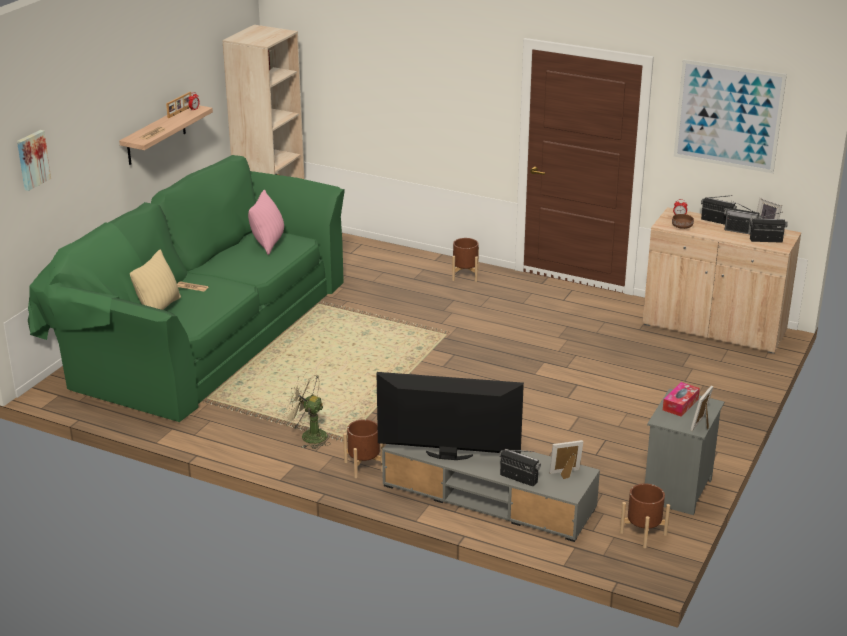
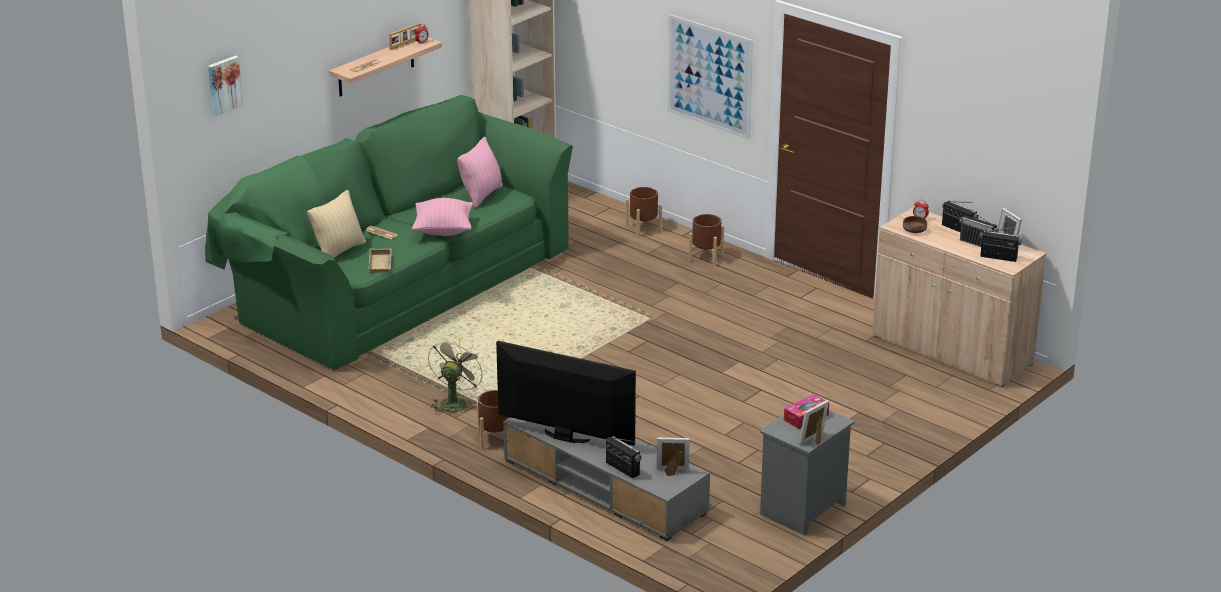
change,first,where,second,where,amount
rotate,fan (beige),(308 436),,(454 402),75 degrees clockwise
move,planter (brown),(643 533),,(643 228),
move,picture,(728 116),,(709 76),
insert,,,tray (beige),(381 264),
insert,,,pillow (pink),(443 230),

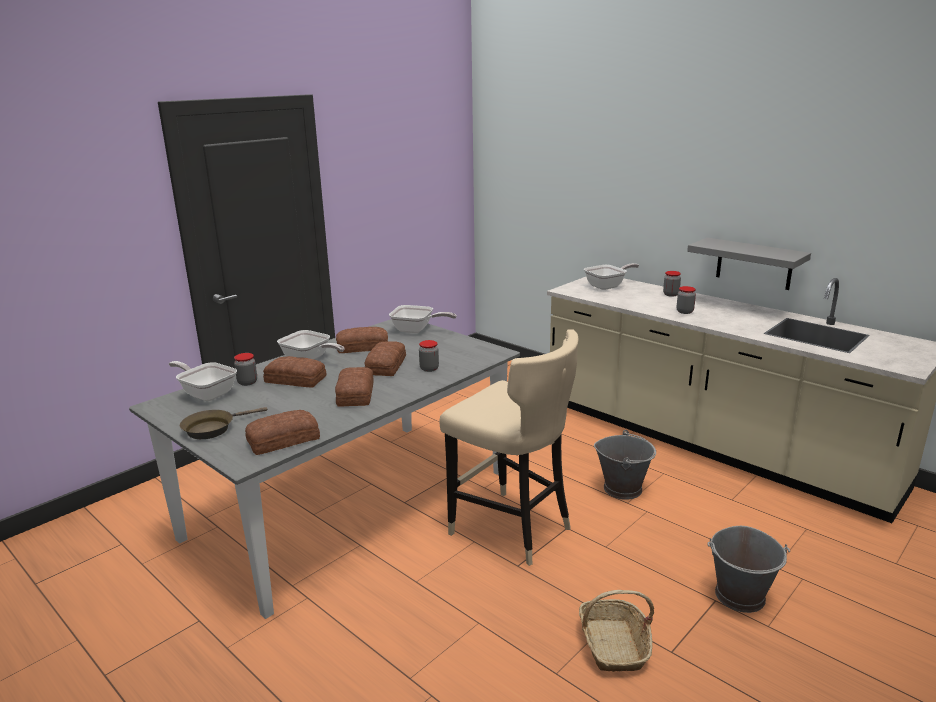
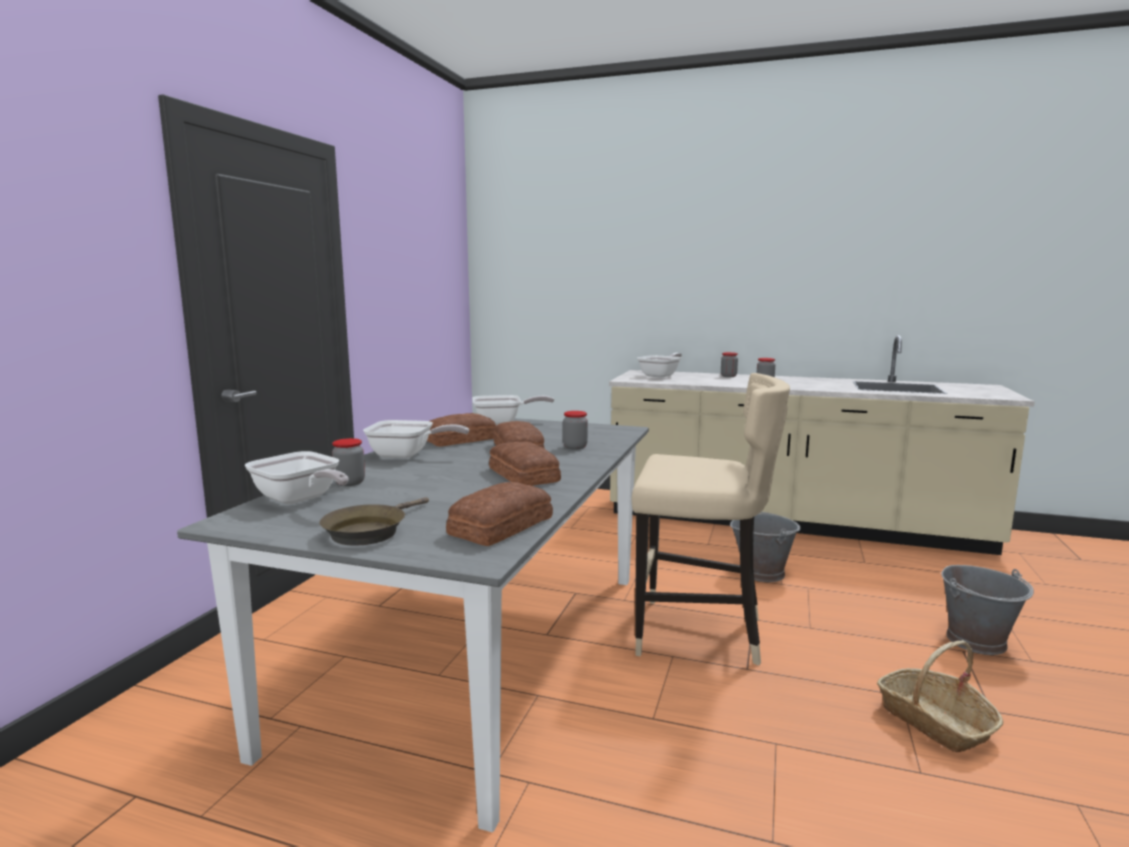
change,first,where,second,where,amount
rotate,frying pan,(206 393),,(300 500),150 degrees counterclockwise
delete,bread,(295 380),,,
delete,shelf (grey),(754 264),,,

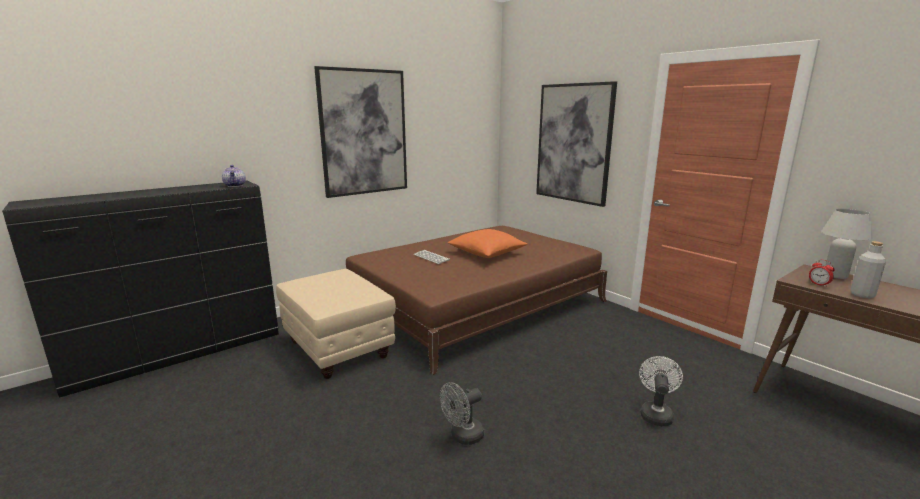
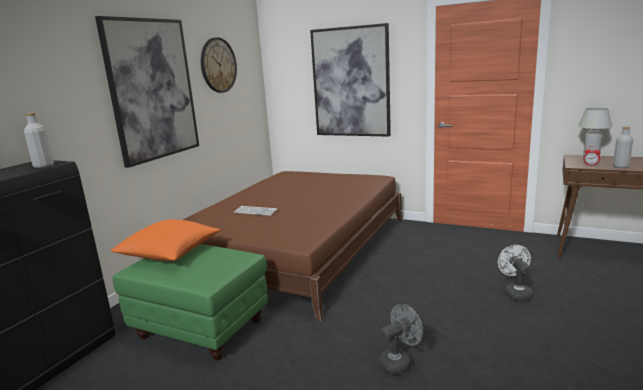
change,first,where,second,where,amount
replace,teapot,(235 186),bottle (grey),(43 166),
recolor,ottoman (beige),(339 348),ottoman (green),(201 328),
rotate,fan (grey),(462 436),,(399 362),150 degrees counterclockwise
move,pillow (orange),(487 253),,(169 253),
insert,,,wall clock,(218 65),

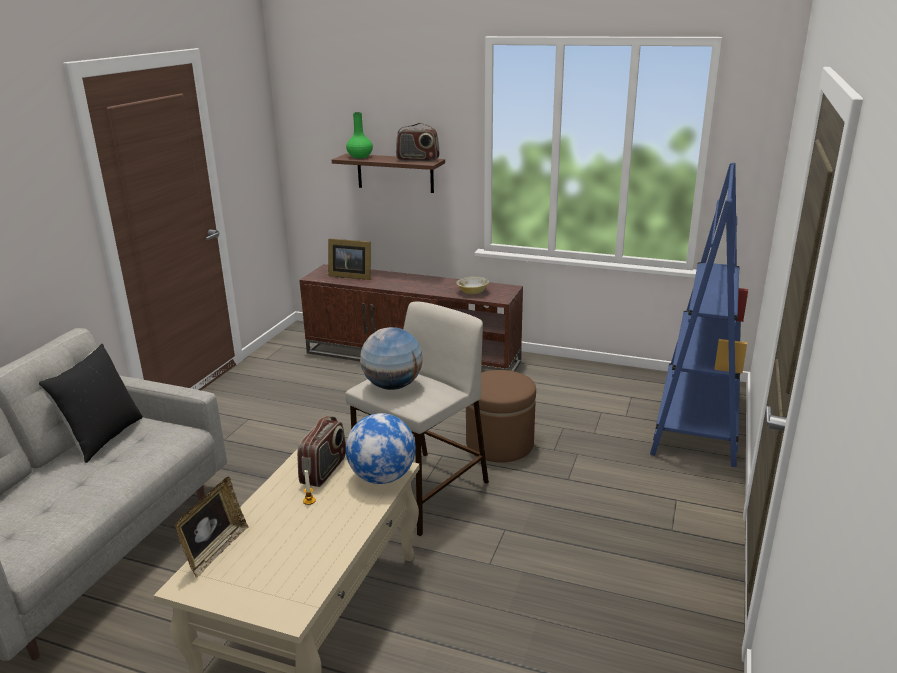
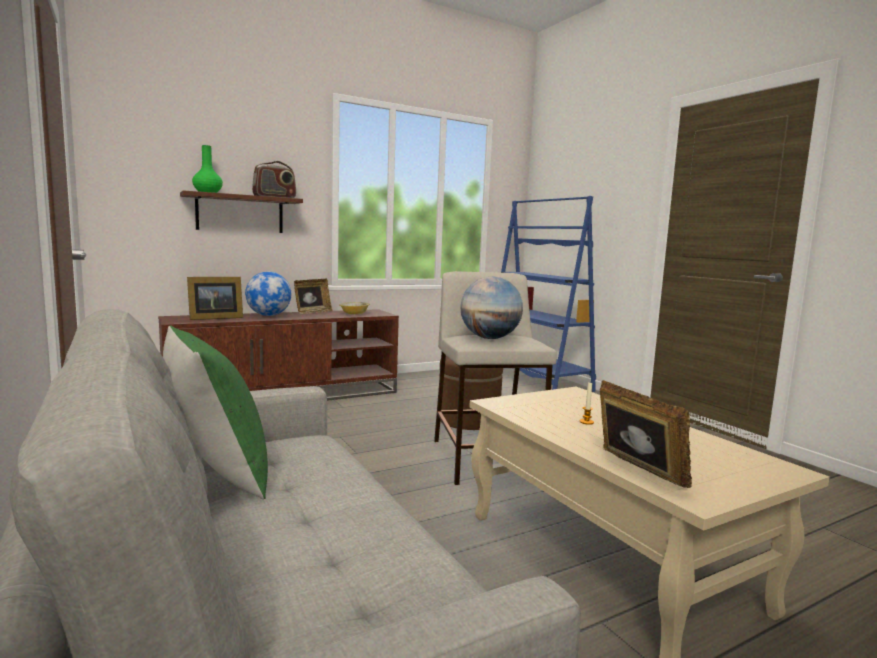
change,first,where,second,where,amount
recolor,pillow (black),(103 437),pillow (green),(216 475),
delete,radio,(324 470),,,
move,globe,(382 477),,(268 315),
insert,,,picture frame,(312 312),

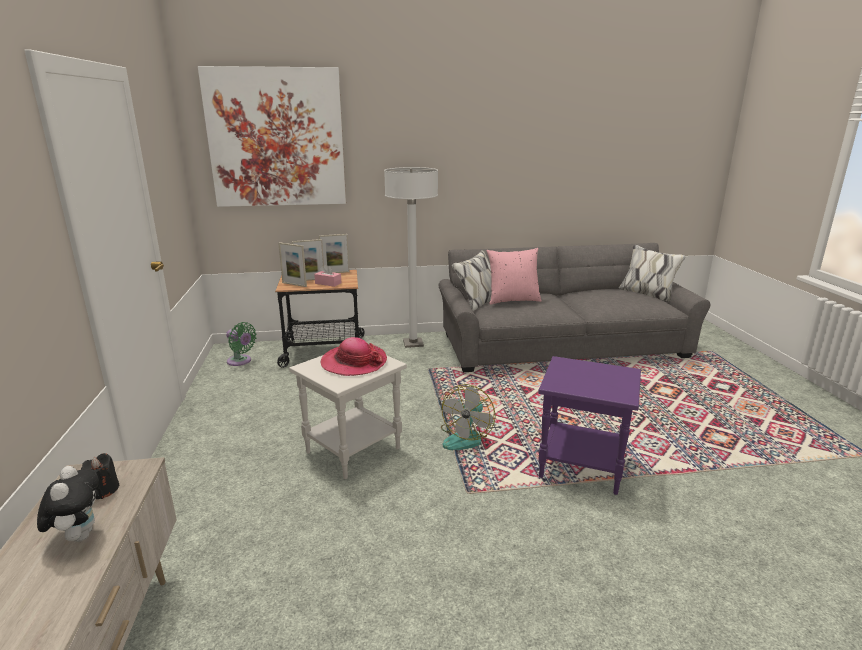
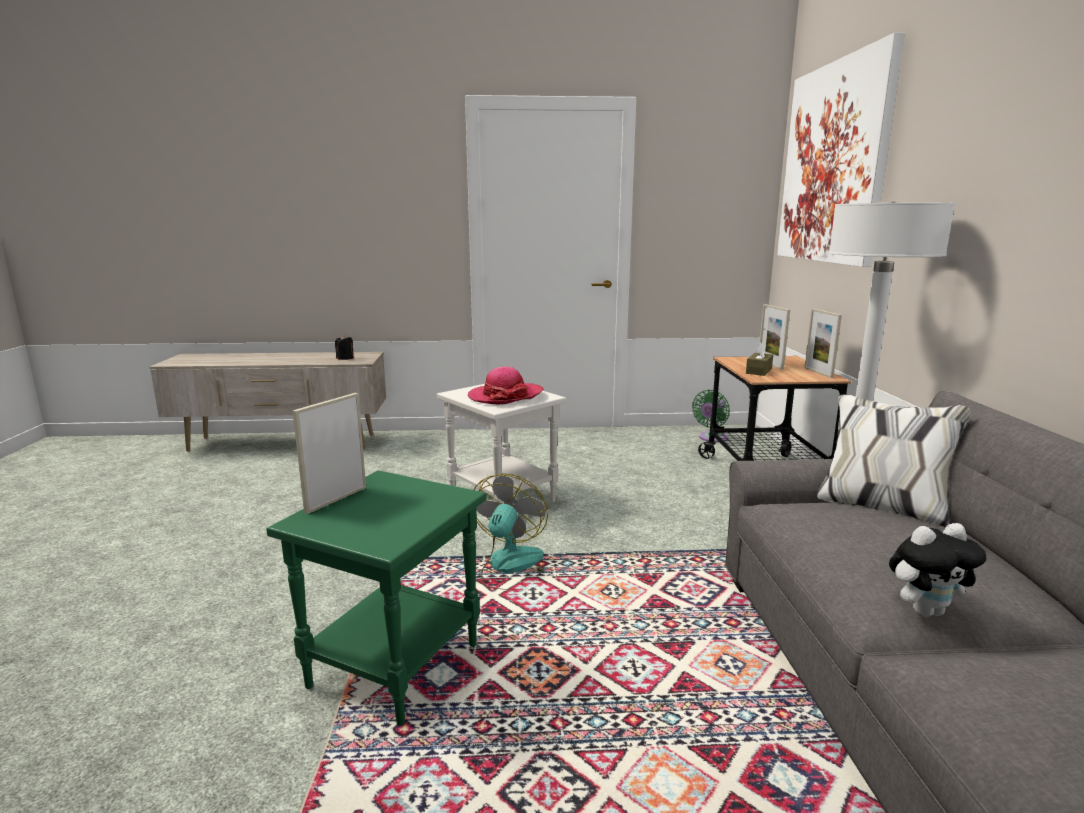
change,first,where,second,where,amount
move,plush toy,(79 535),,(925 610),
move,picture frame,(294 284),,(336 499),
recolor,tissue box (pink),(328 283),tissue box (brown),(758 371),
rotate,fan,(466 437),,(512 568),75 degrees clockwise
delete,pillow (pink),(512 300),,,
recolor,side table (purple),(582 466),side table (green),(395 667),

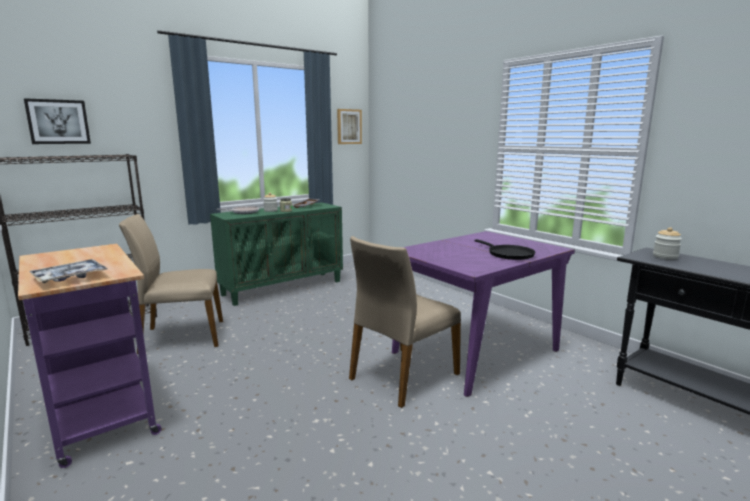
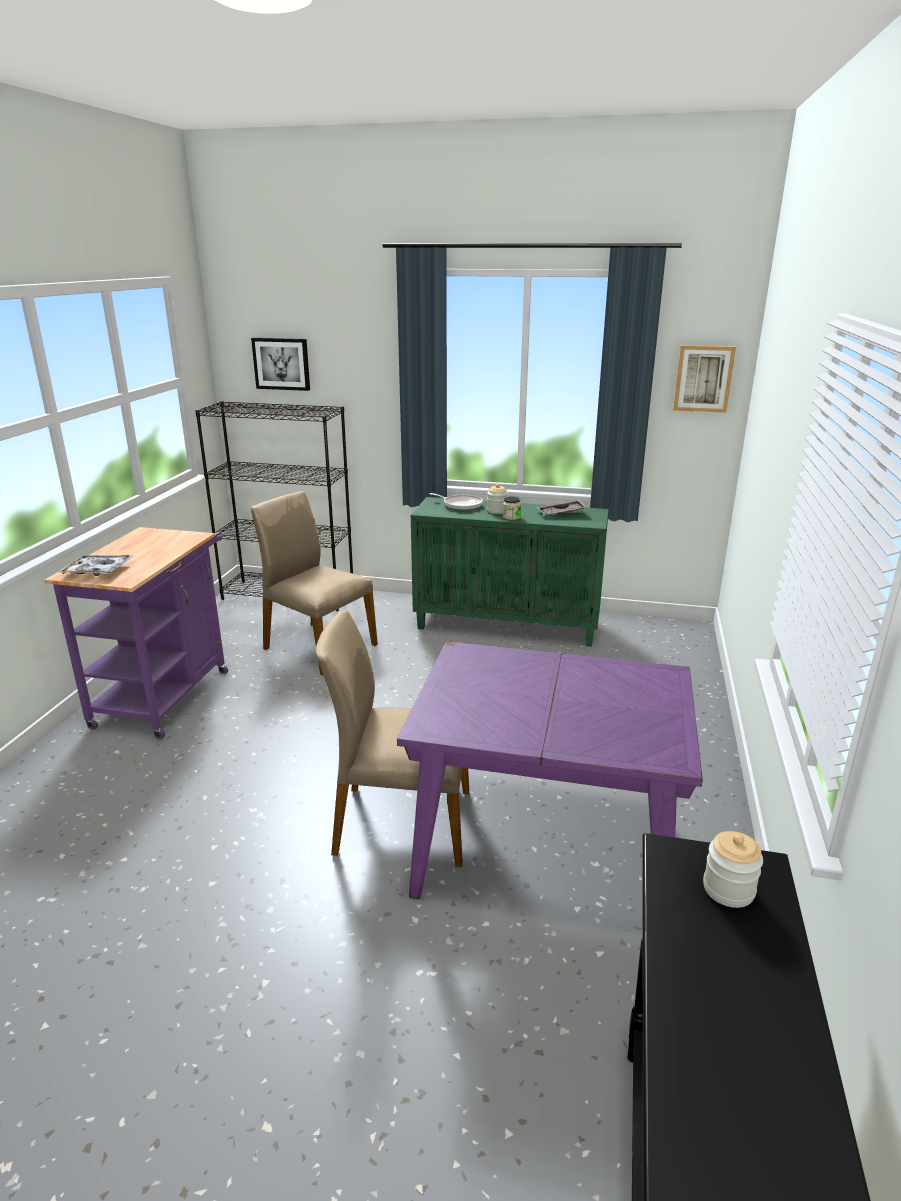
change,first,where,second,where,amount
delete,frying pan (black),(508 254),,,

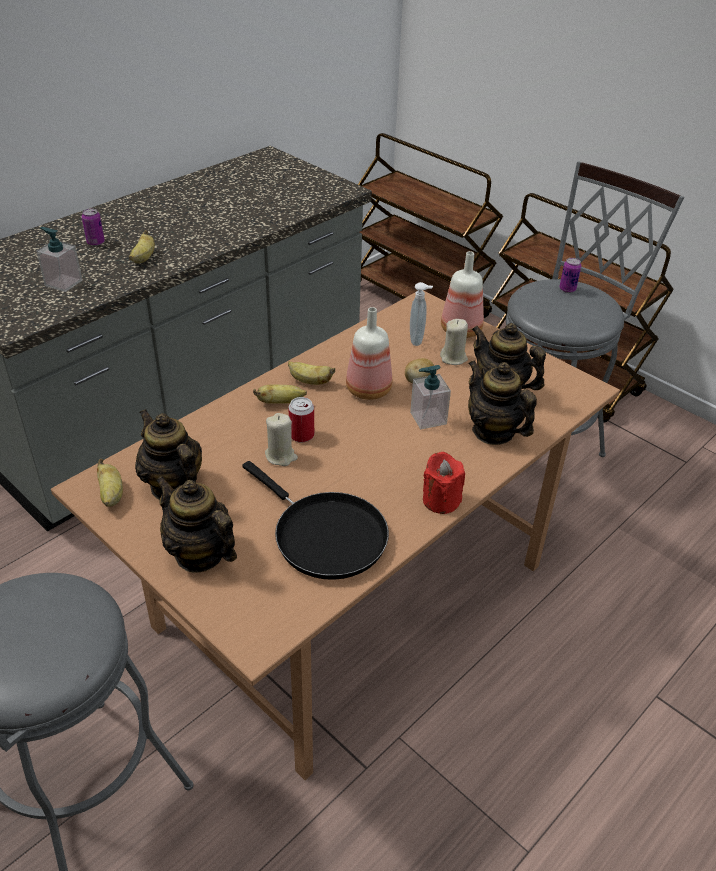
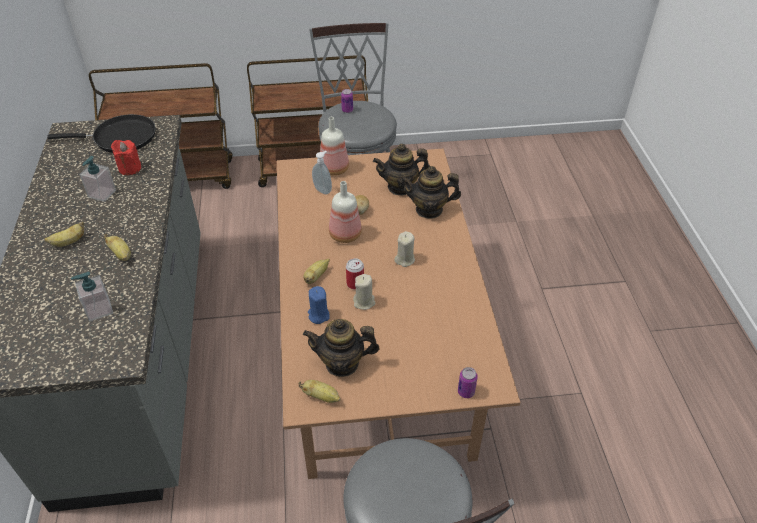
change,first,where,second,where,amount
move,can,(95 242),,(466 392),
delete,teapot,(199 554),,,
move,frying pan (black),(324 535),,(120 138),
move,banana,(309 381),,(68 242),
move,soap dispenser,(428 418),,(102 194),
move,candle (red),(441 500),,(130 168),
move,candle (beige),(453 358),,(404 259),
insert,,,candle (blue),(318 315),

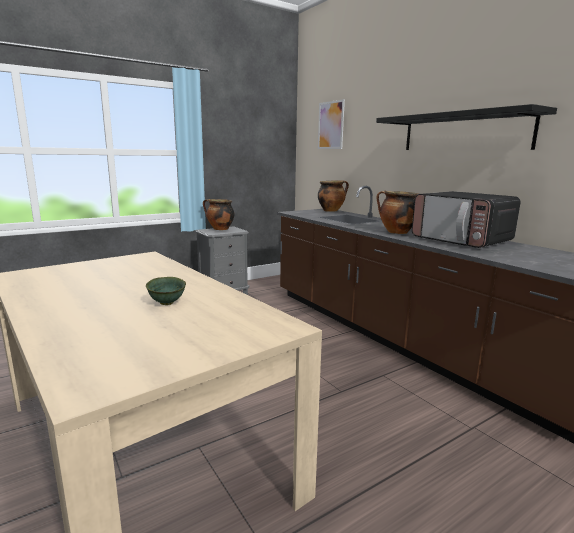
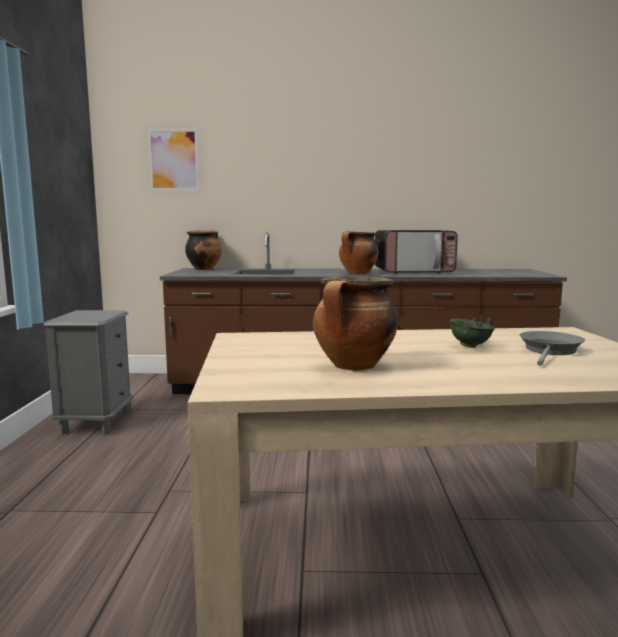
change,first,where,second,where,amount
move,cooking pot,(220 229),,(354 366),
delete,shelf (black),(464 132),,,
insert,,,frying pan (grey),(550 351),

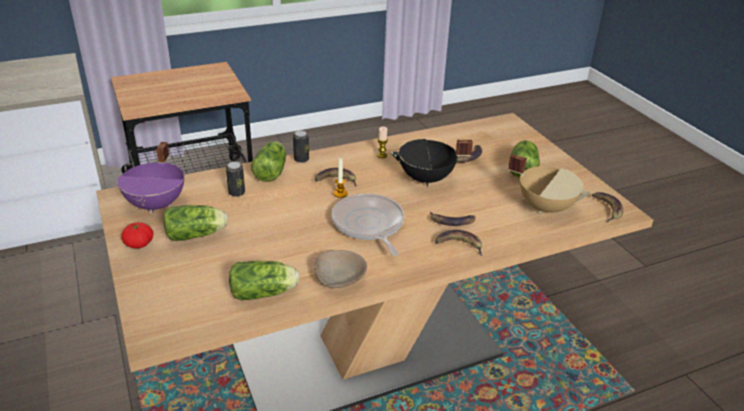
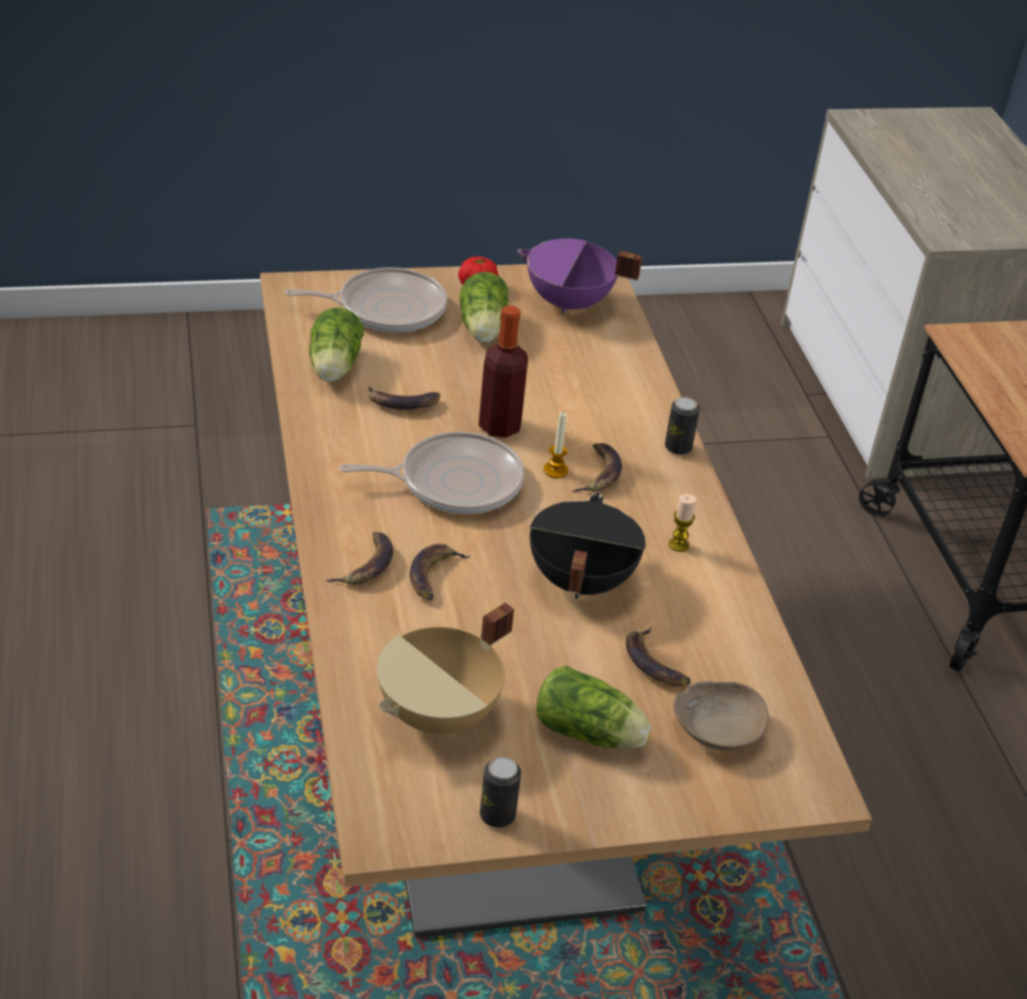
change,first,where,second,where,amount
move,can,(236 193),,(497 815),
delete,lettuce,(271 171),,,
move,bowl (beige),(339 278),,(716 729),
move,banana,(606 208),,(403 402),
insert,,,frying pan,(385 309),
insert,,,bottle,(499 426),

